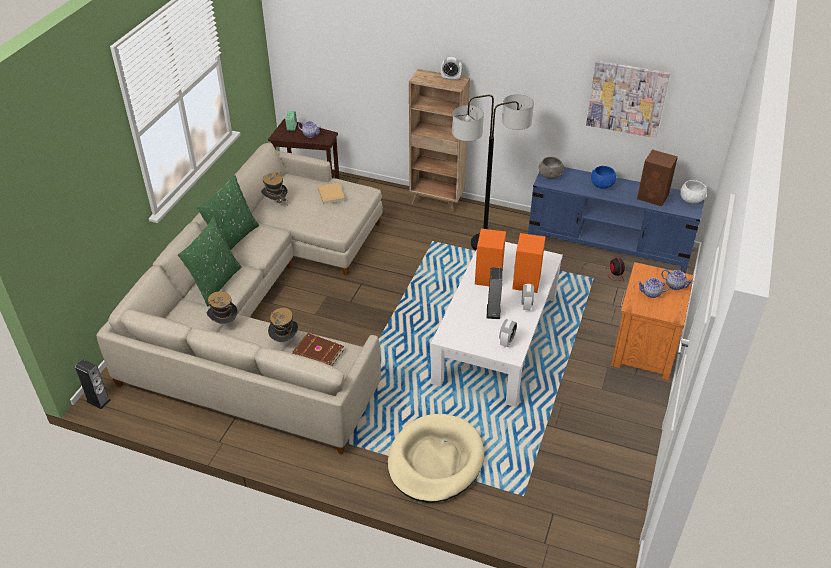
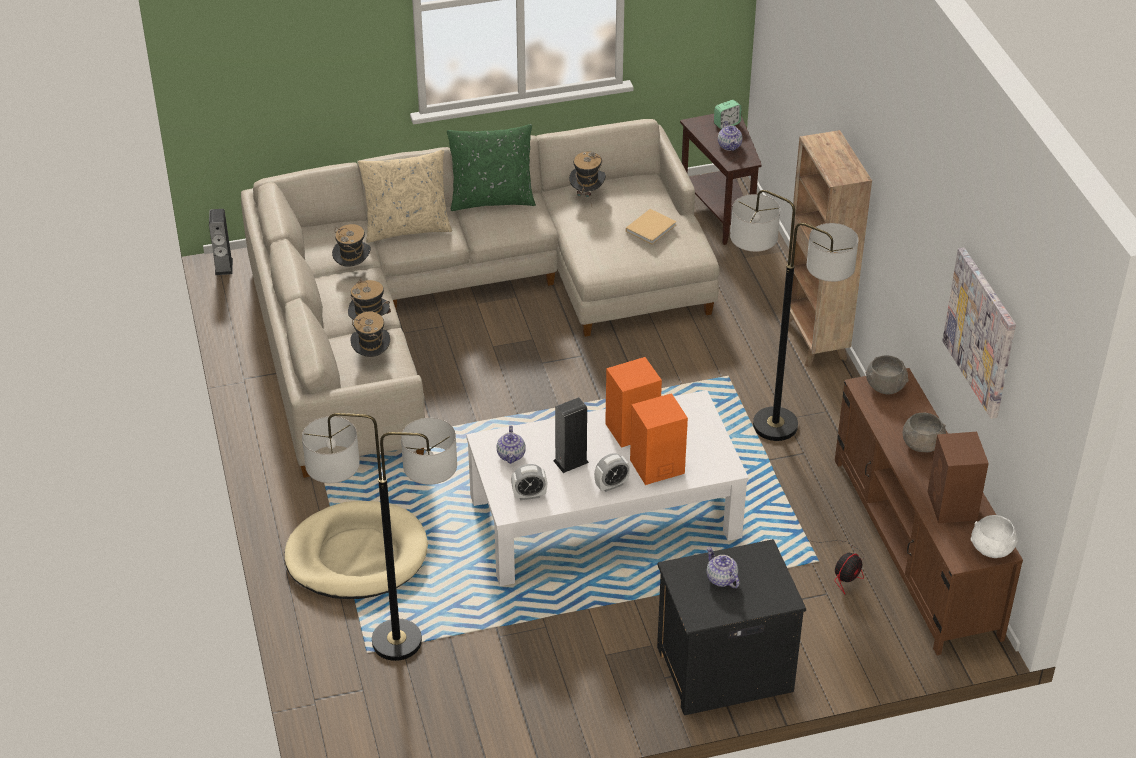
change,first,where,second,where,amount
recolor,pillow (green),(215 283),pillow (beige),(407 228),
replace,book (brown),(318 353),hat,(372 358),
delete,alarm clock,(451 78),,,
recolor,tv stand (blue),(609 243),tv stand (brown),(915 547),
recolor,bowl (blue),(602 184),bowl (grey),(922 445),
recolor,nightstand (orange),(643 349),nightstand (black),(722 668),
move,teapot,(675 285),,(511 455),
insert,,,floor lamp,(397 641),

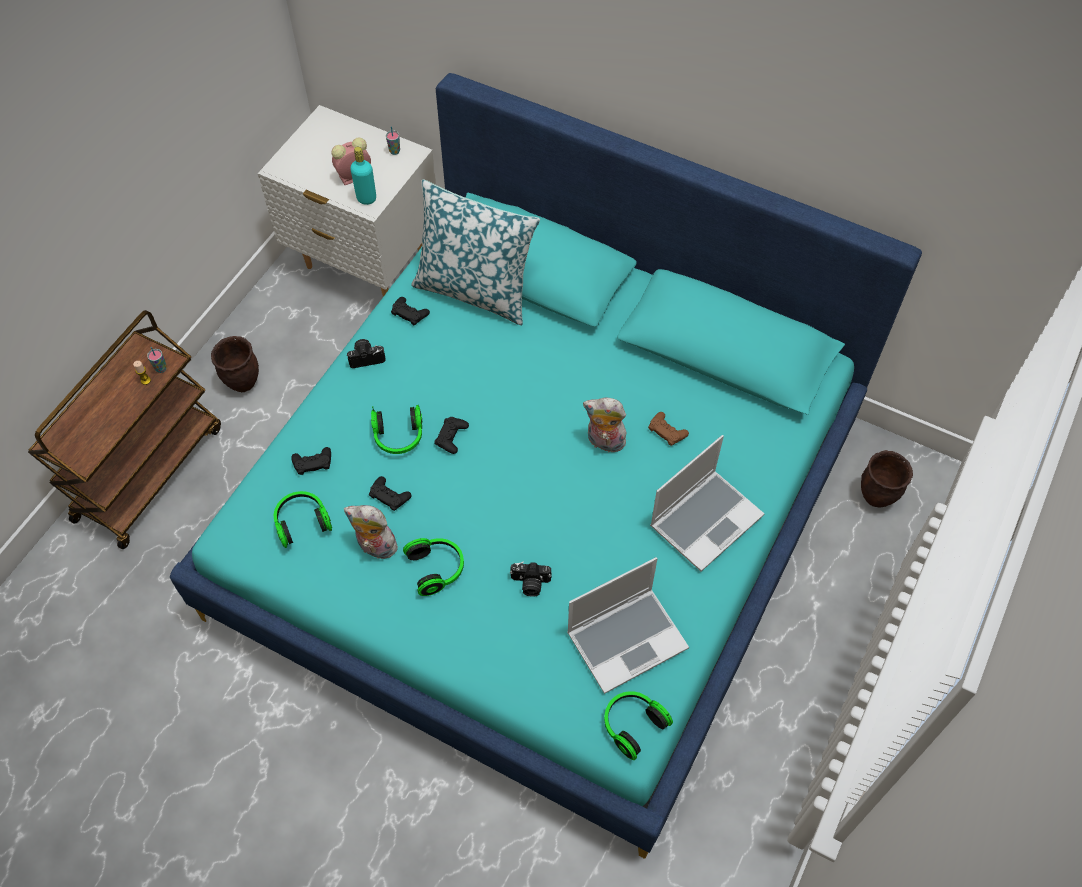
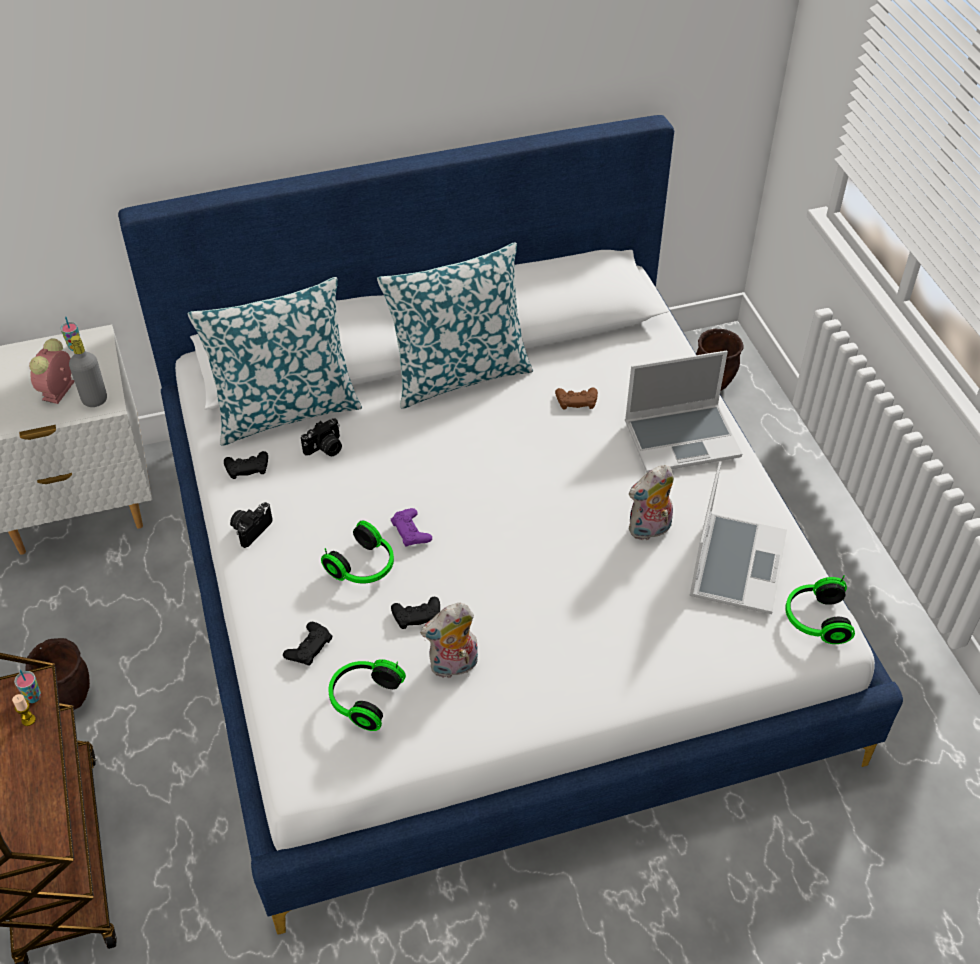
change,first,where,second,where,amount
recolor,bed (turquoise),(541 517),bed (white),(490 589),
recolor,bottle (turquoise),(366 198),bottle (grey),(95 400),
delete,headphones,(437 569),,,
recolor,game controller (black),(451 437),game controller (purple),(411 531),
move,photo camera,(530 584),,(325 448),
move,plush toy,(604 442),,(649 530),
rotate,laptop,(706 519),,(682 438),75 degrees clockwise
insert,,,pillow,(459 374),

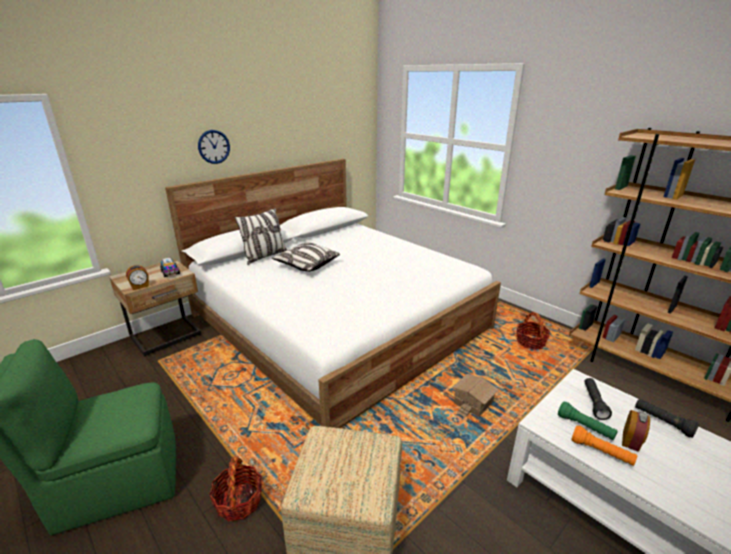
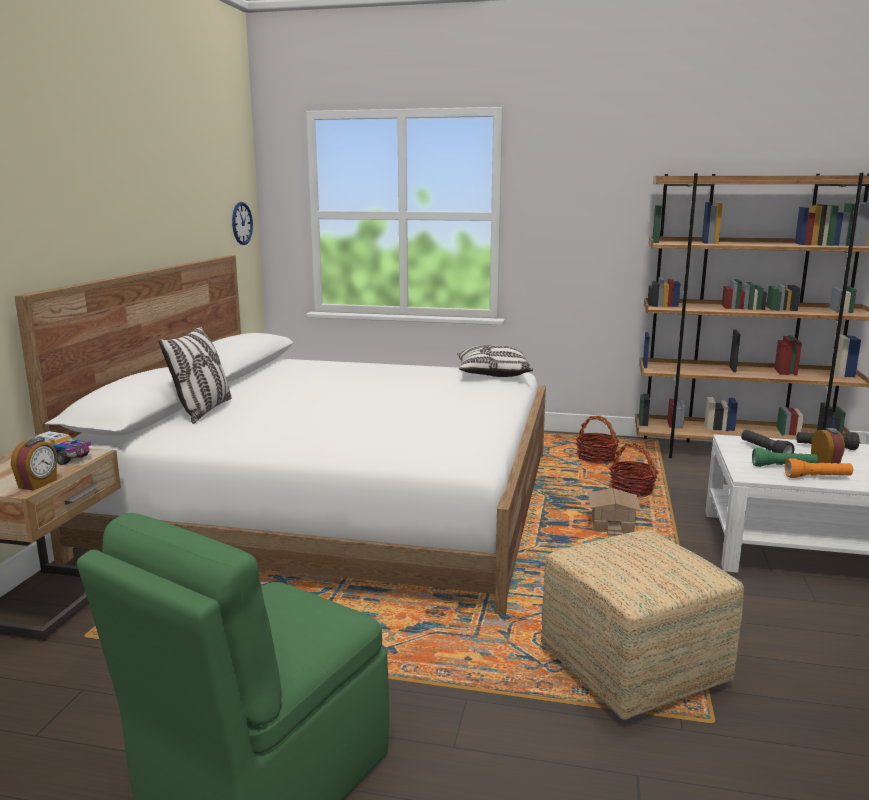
change,first,where,second,where,amount
move,wall clock,(214 146),,(241 223),
move,basket,(239 501),,(632 490),
move,pillow,(306 265),,(492 375),

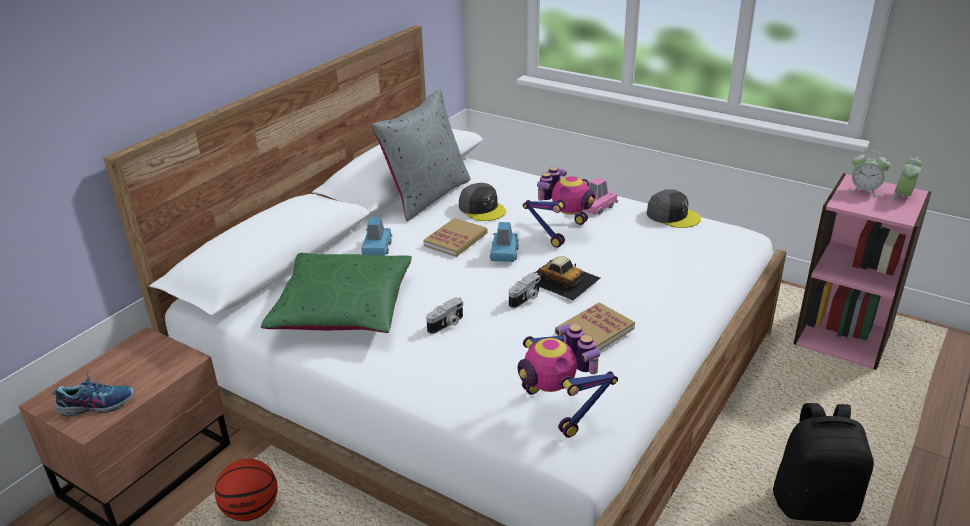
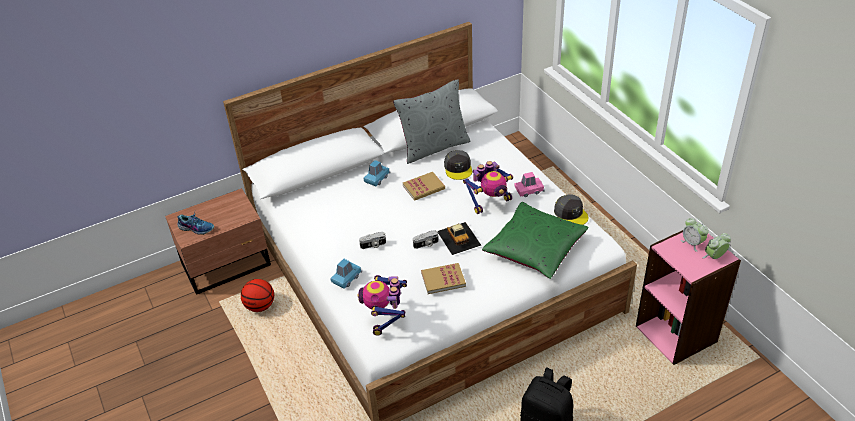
change,first,where,second,where,amount
move,pillow (green),(343 309),,(535 249),
move,toy car (blue),(504 253),,(346 278),

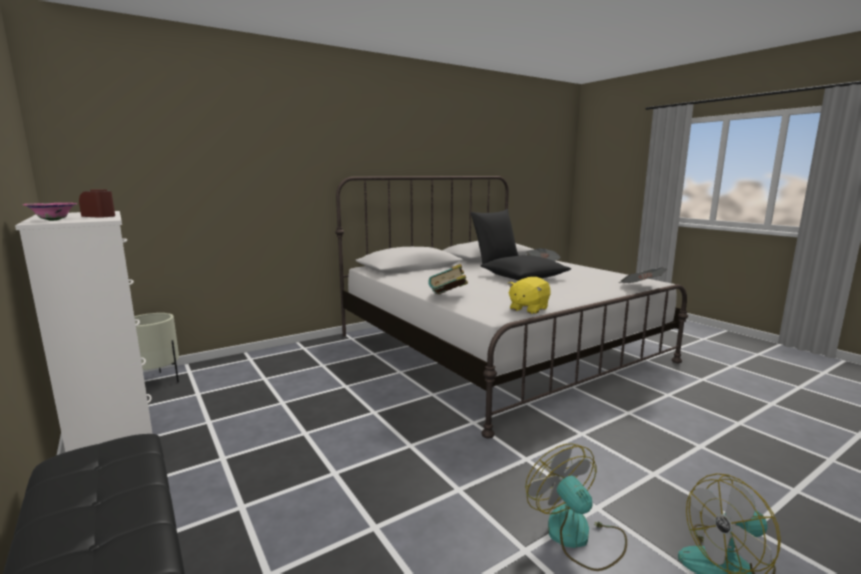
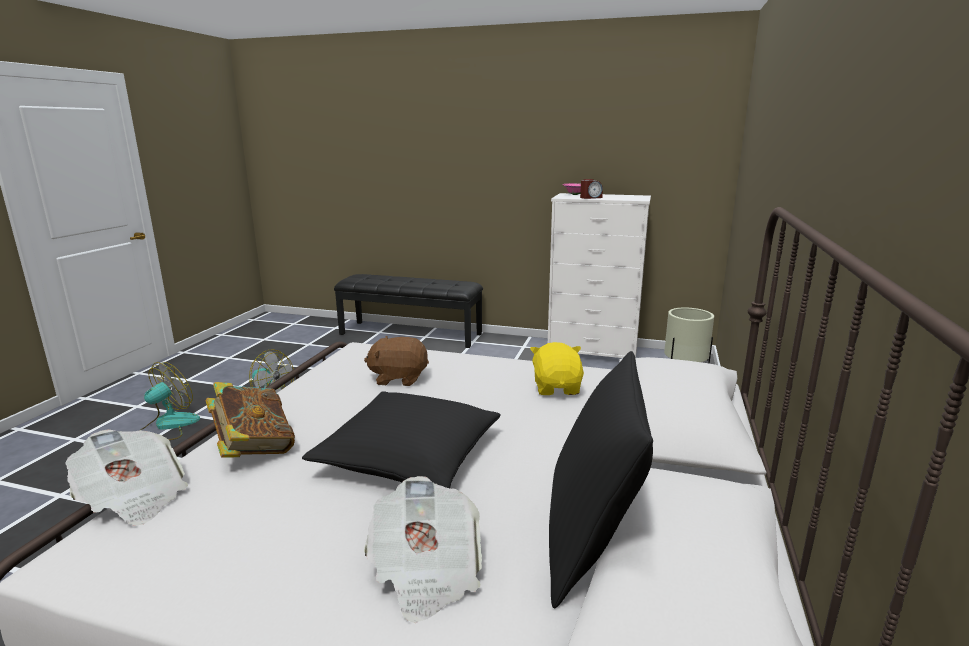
change,first,where,second,where,amount
move,book,(448 297),,(254 449),
move,plush toy (yellow),(528 309),,(557 388),
insert,,,plush toy (brown),(399 378),

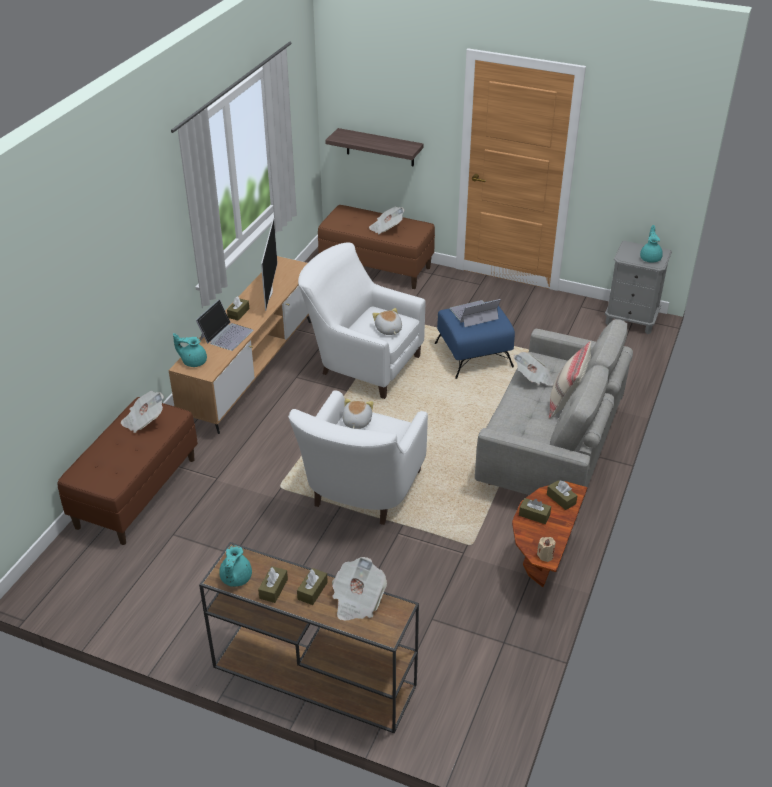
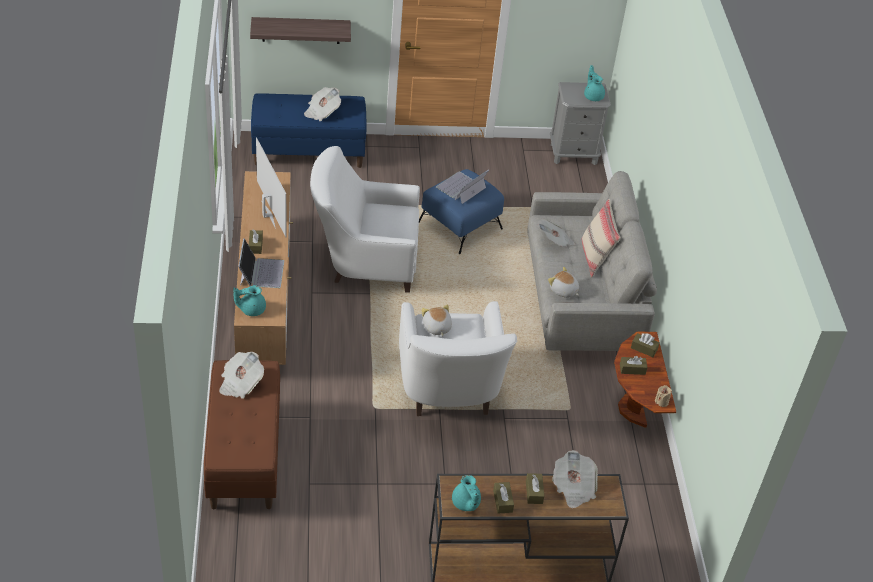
change,first,where,second,where,amount
recolor,bench (brown),(377 267),bench (blue),(309 151),
move,plush toy,(388 330),,(563 291),

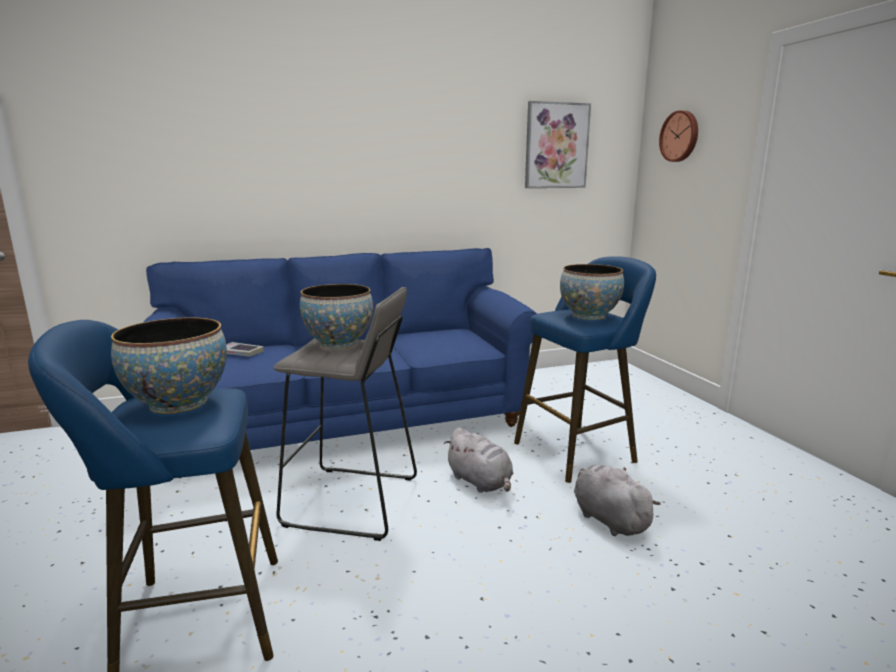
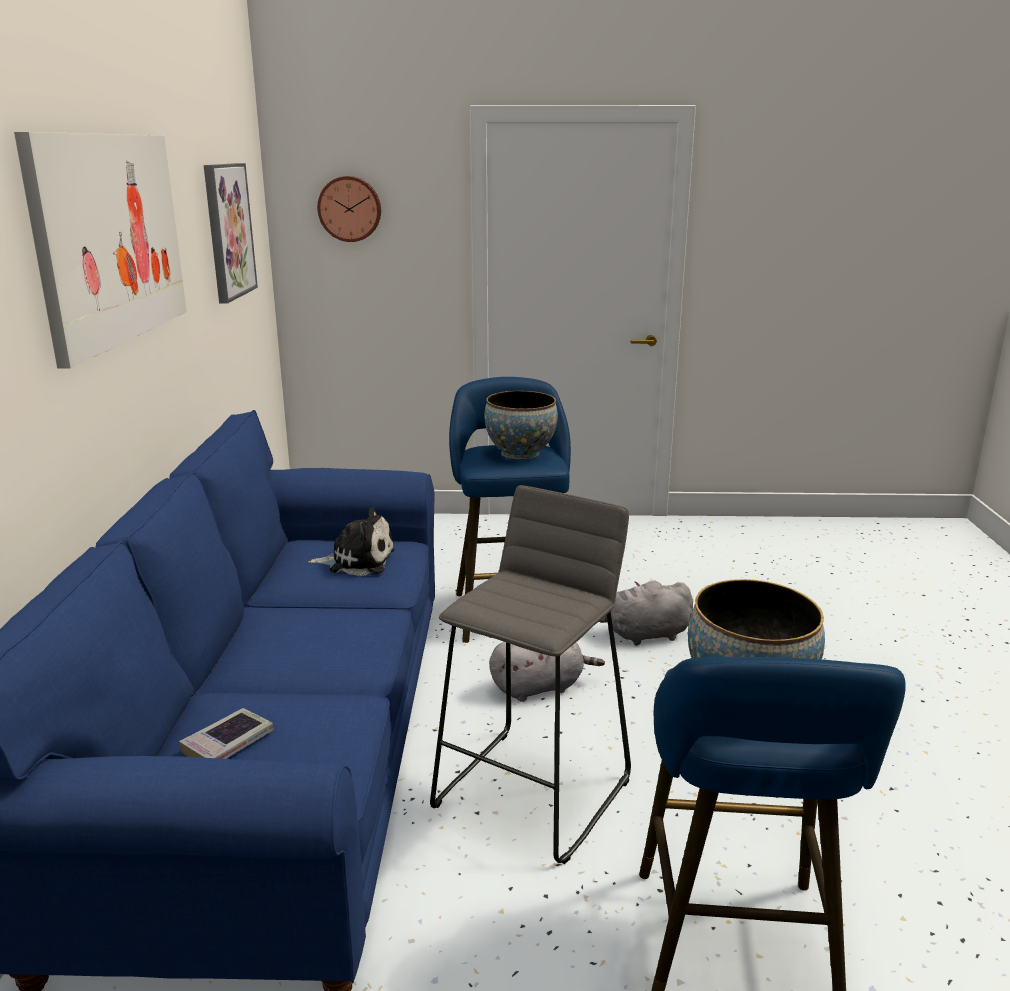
change,first,where,second,where,amount
delete,bowl,(338 343),,,
insert,,,picture,(110 238),
insert,,,plush toy,(357 561),

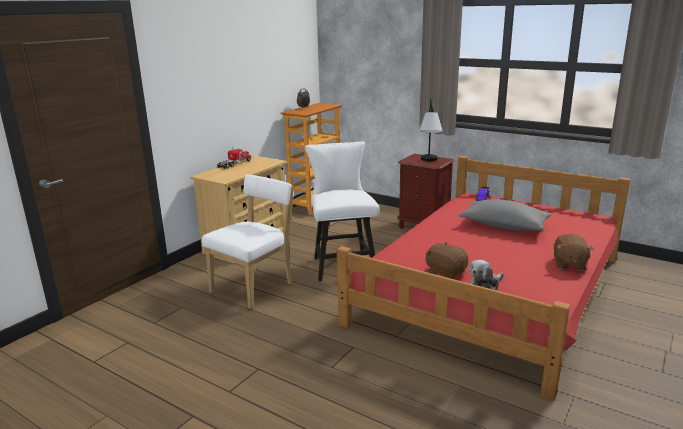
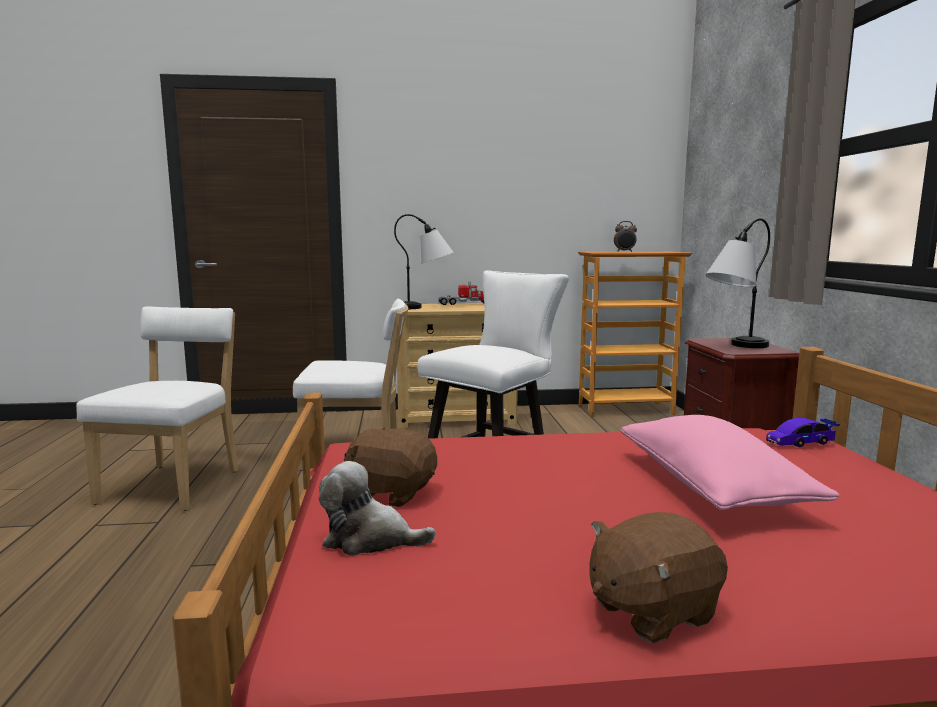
change,first,where,second,where,amount
rotate,plush toy (brown),(445 273),,(391 493),75 degrees counterclockwise
recolor,pillow (grey),(504 226),pillow (pink),(711 488),
insert,,,chair (white),(175 484),
insert,,,table lamp,(426 308),

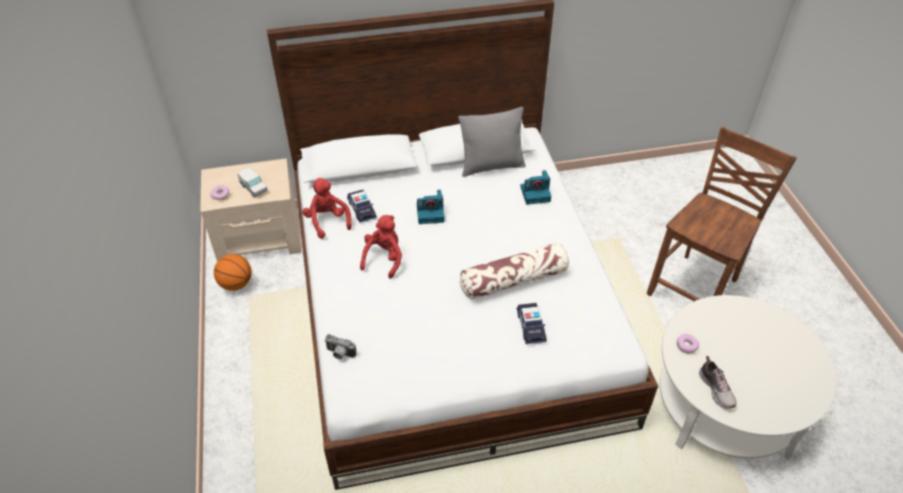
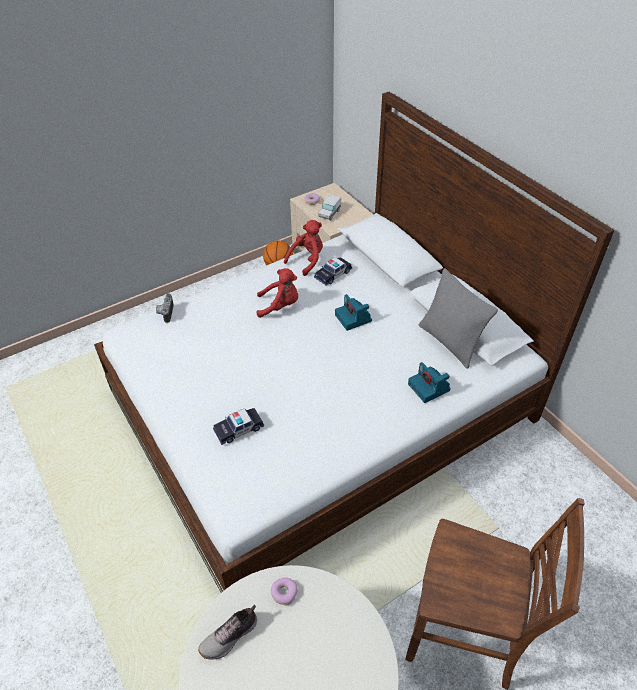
change,first,where,second,where,amount
delete,pillow,(514 280),,,

